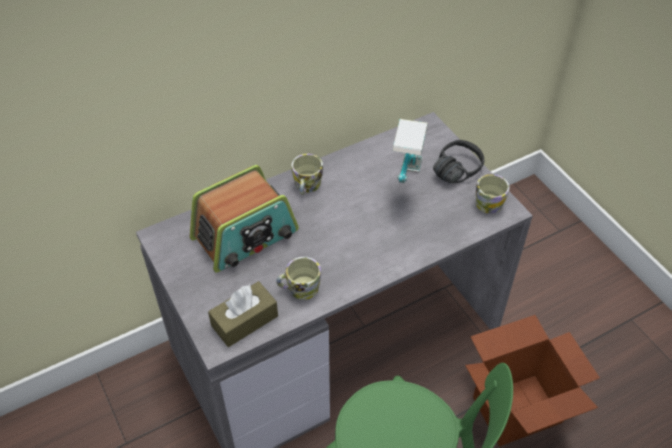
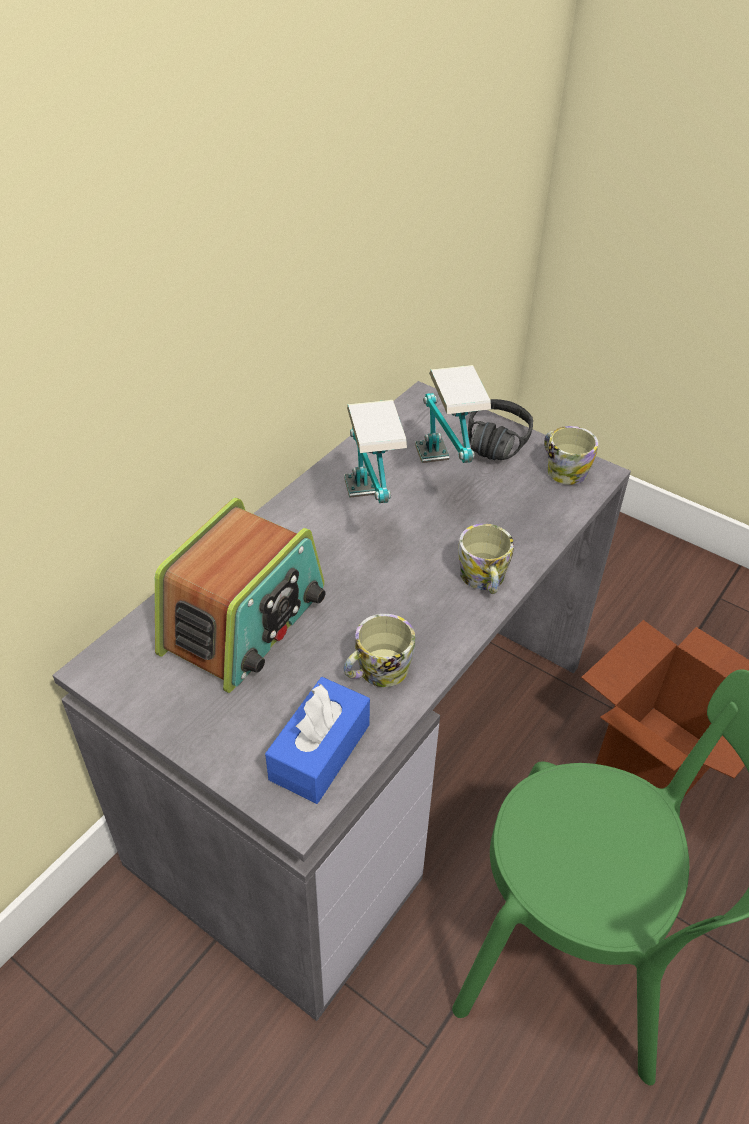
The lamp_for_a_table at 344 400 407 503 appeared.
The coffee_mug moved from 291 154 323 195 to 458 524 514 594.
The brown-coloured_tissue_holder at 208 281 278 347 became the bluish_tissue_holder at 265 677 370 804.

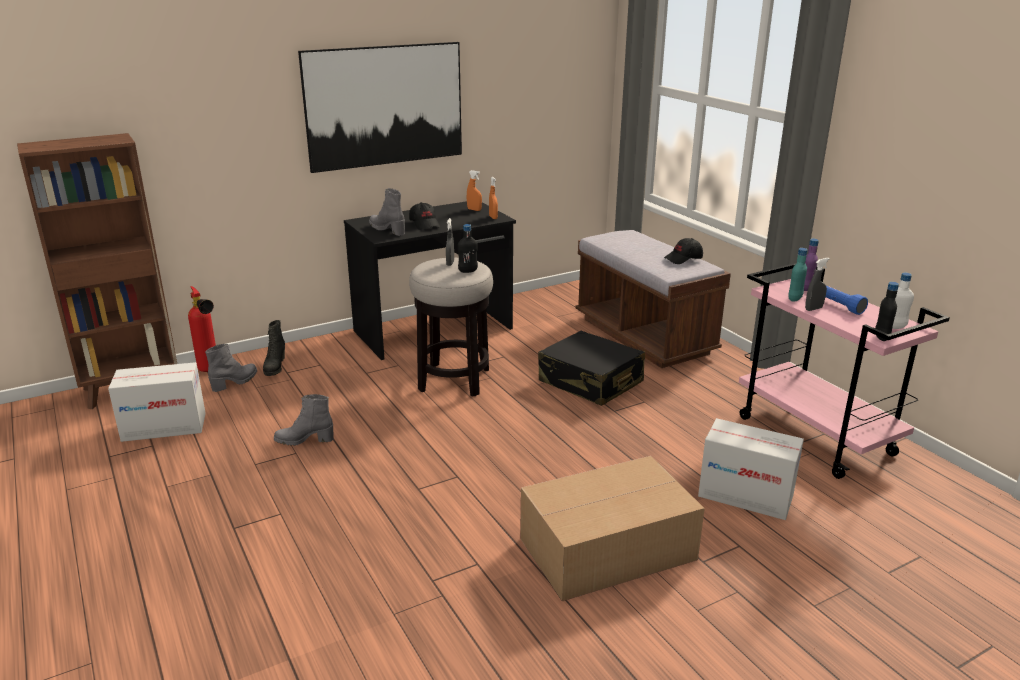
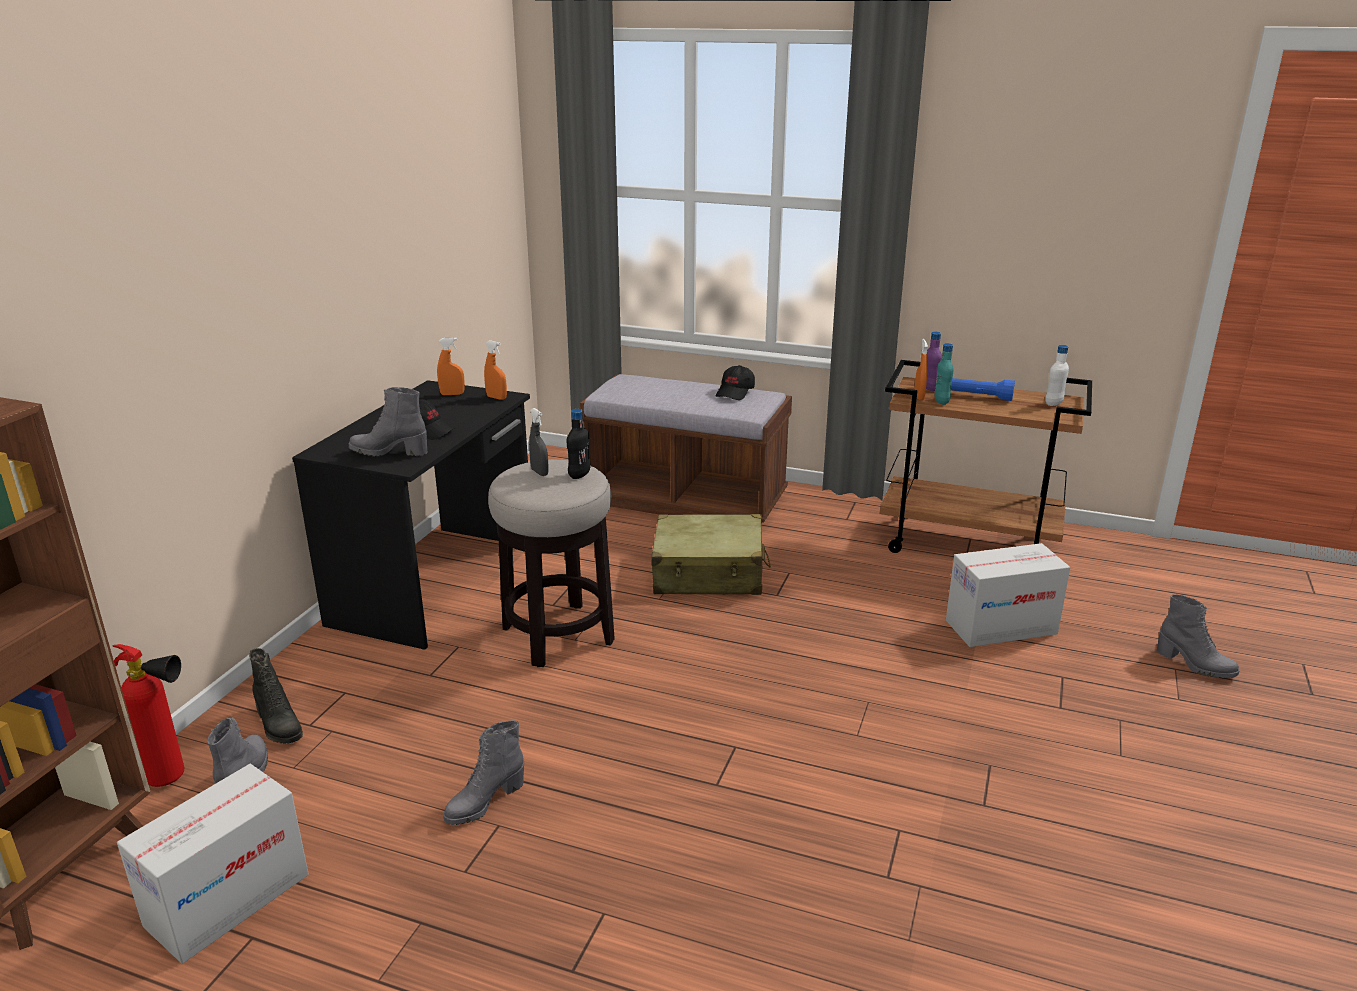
The wall_picture at 298 42 462 173 disappeared.
The cardboard_box at 520 456 705 601 disappeared.
The greyish_sprayer at 805 258 830 311 disappeared.
The blackish_beverage_bottle at 875 282 899 341 disappeared.
The orange_sprayer at 914 339 928 400 appeared.
The greyish_boot at 1157 594 1240 678 appeared.
The blackish_suitcase at 538 331 645 406 became the beige-coloured_suitcase at 651 514 771 595.
The pink_cart at 739 263 950 479 became the brown-coloured_cart at 880 360 1092 553.

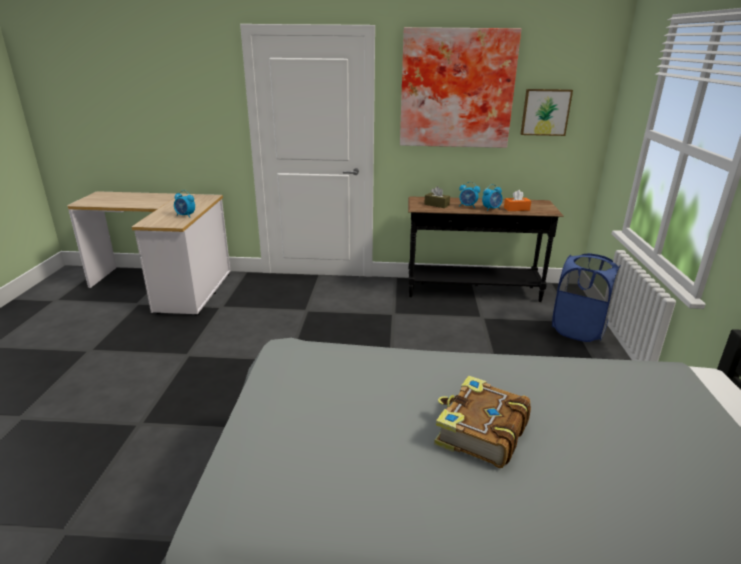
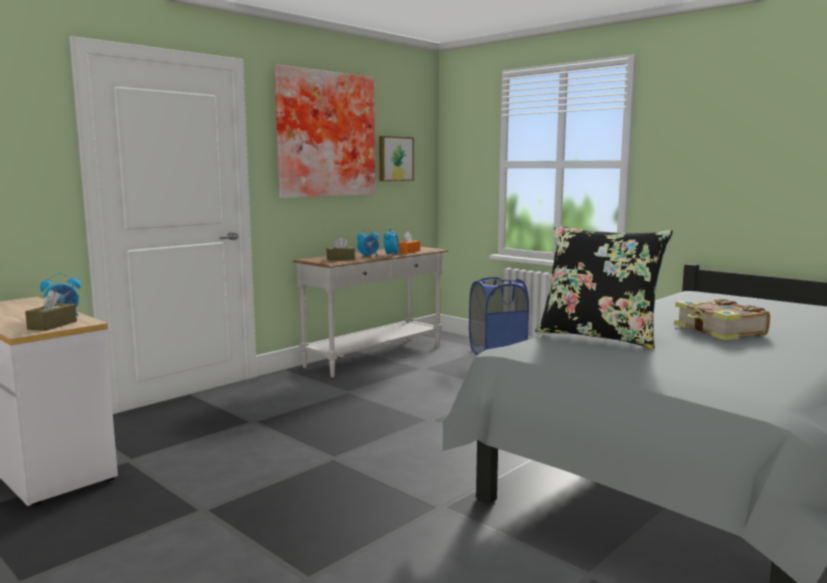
The brown-coloured_tissue_holder at 25 290 77 331 appeared.
The blackish_throw_pillow at 535 225 673 349 appeared.
The blackish_hall_table at 408 196 564 302 became the white-coloured_hall_table at 293 247 448 377.

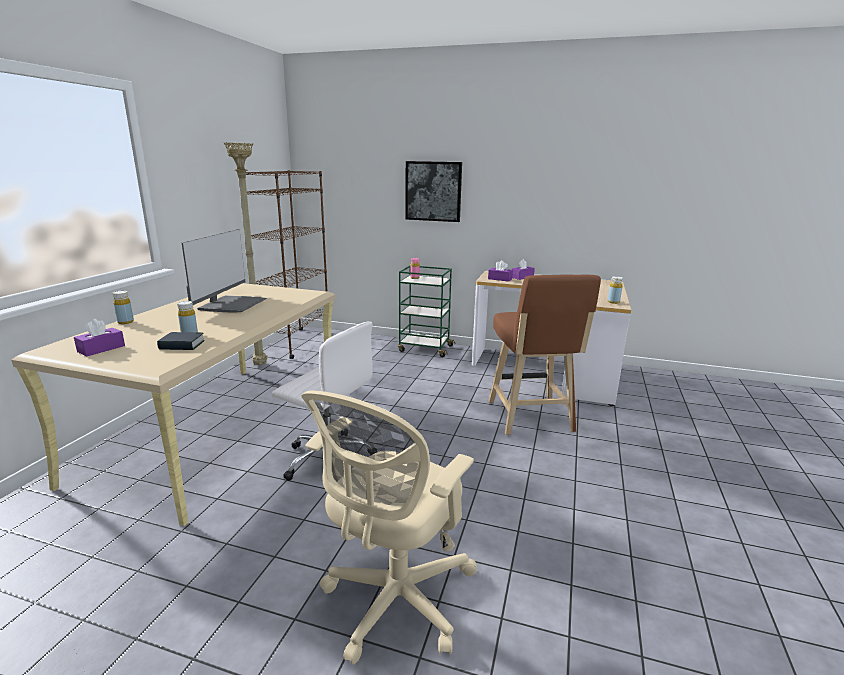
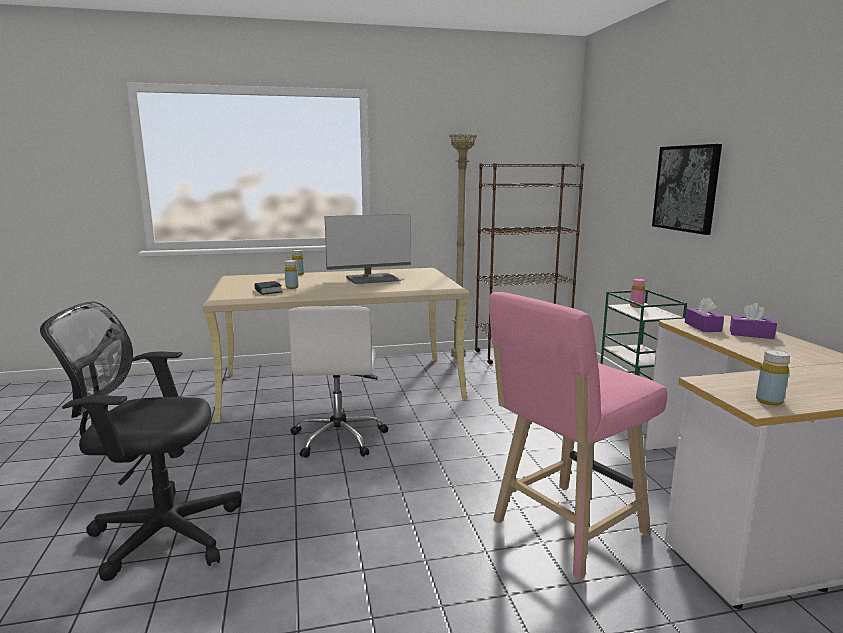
The purple_tissue_holder at 74 319 125 357 disappeared.
The beige-coloured_computer_chair at 301 391 477 665 became the blackish_computer_chair at 40 302 241 581.
The brown-coloured_sitting_stool at 488 275 601 435 became the pink_sitting_stool at 489 292 667 580.

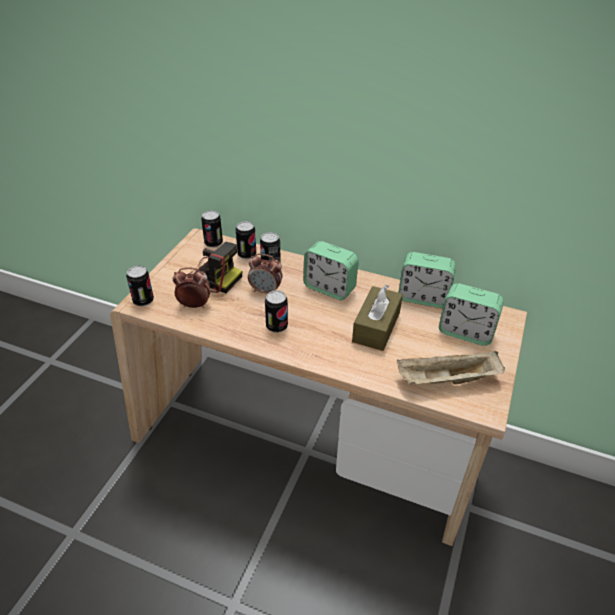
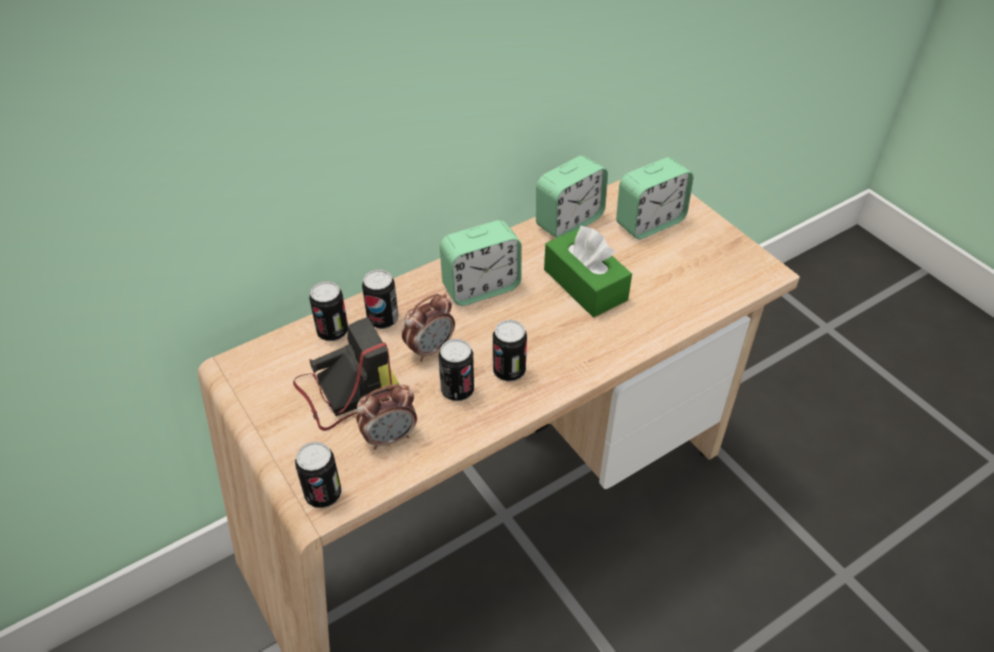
The beige-coloured_serving_tray at 397 351 505 385 disappeared.
The can moved from 201 210 223 248 to 439 339 474 401.
The brown-coloured_tissue_holder at 352 284 403 351 became the green_tissue_holder at 544 225 632 317.
The alarm_clock at 172 267 210 308 turned 150 degrees counterclockwise.

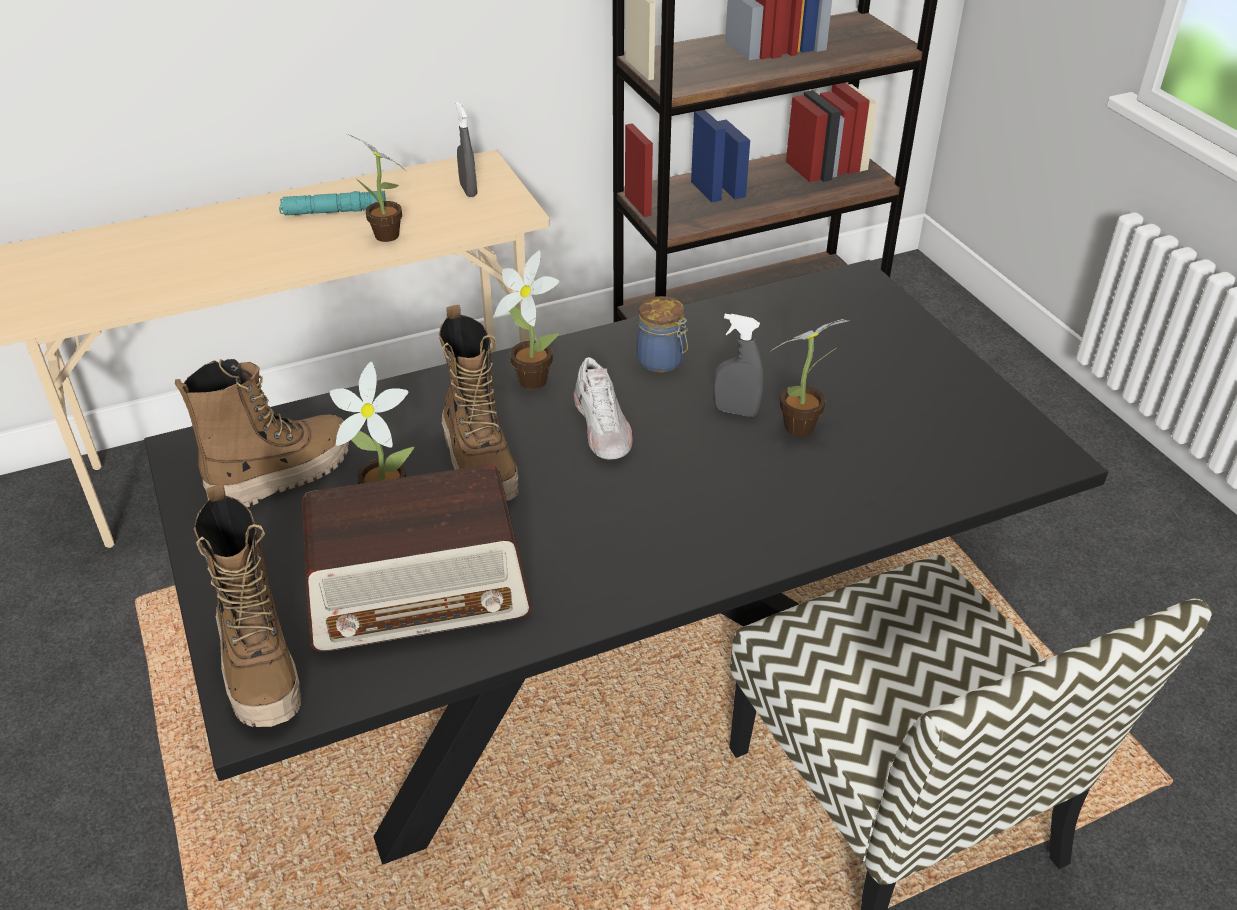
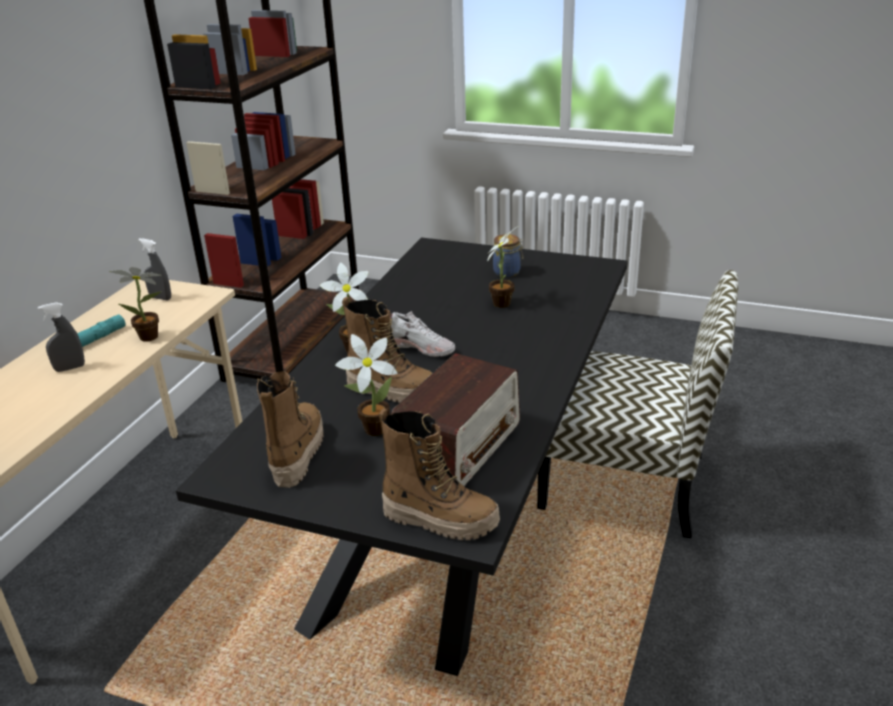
The preserve_jar moved from 636 296 688 373 to 493 234 524 277.
The greyish_sprayer moved from 713 314 764 417 to 38 302 85 372.

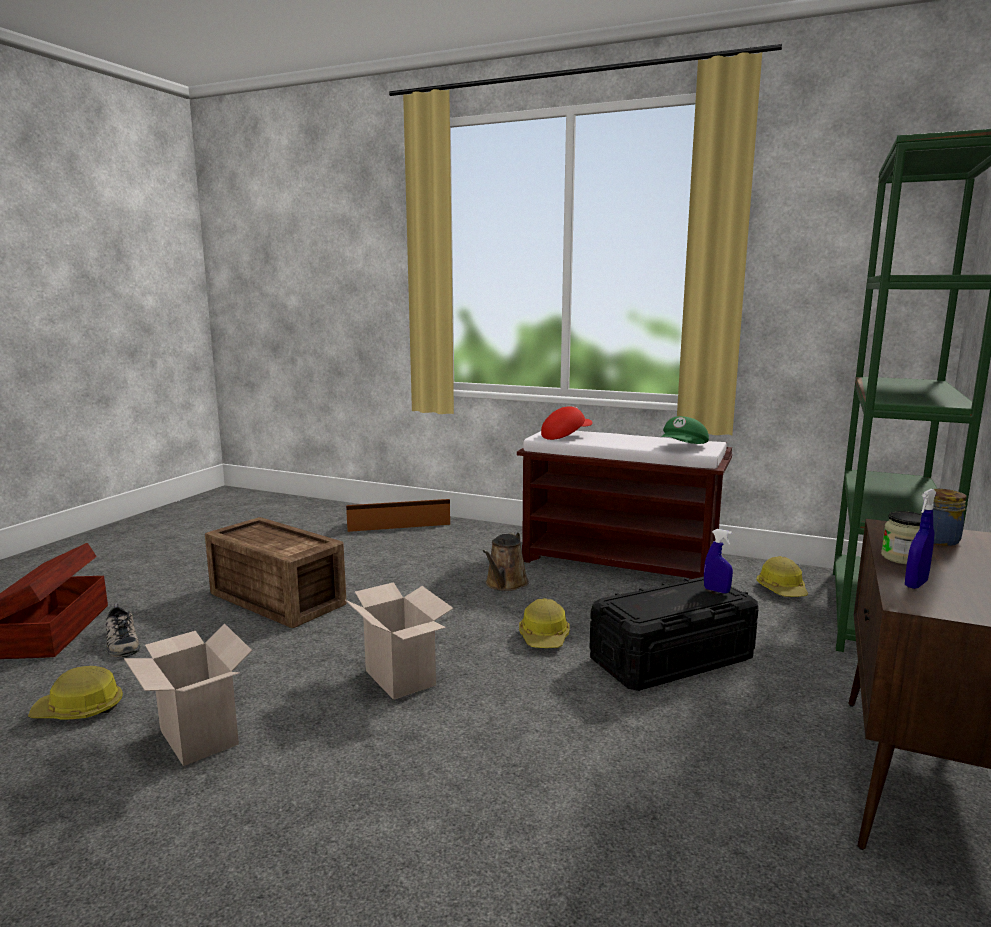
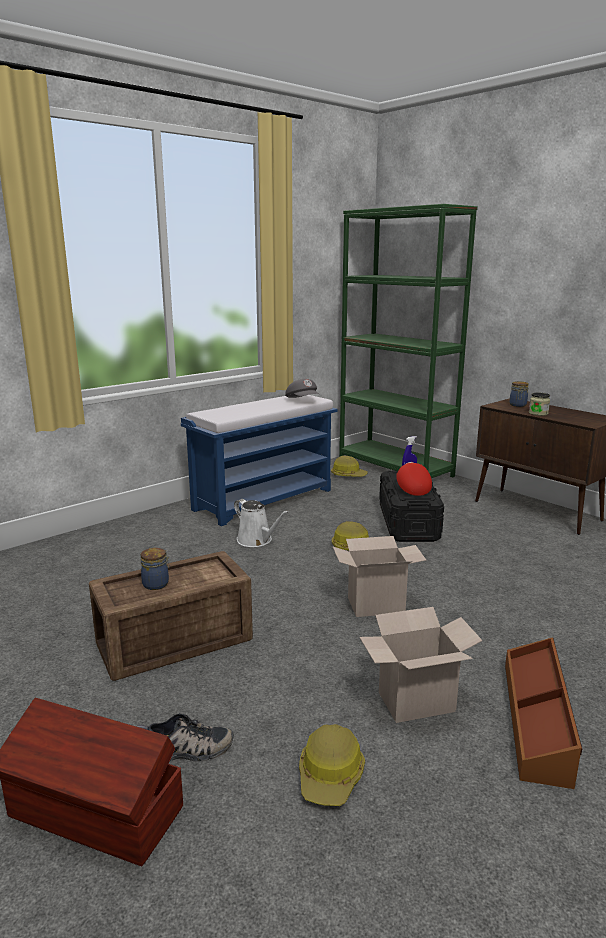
The bluish_sprayer at 905 489 936 589 disappeared.
The preserve_jar at 140 548 170 590 appeared.
The brown-coloured_storage_bin moved from 346 499 450 532 to 505 637 582 789.
The red_baseball_cap moved from 541 406 593 440 to 396 462 432 496.
The brown-coloured_watering_pot at 483 532 529 591 became the white-coloured_watering_pot at 234 499 289 547.
The brown-coloured_bench at 517 431 732 580 became the bluish_bench at 181 395 338 526.
The green_baseball_cap at 661 416 709 444 became the greyish_baseball_cap at 285 379 319 398.

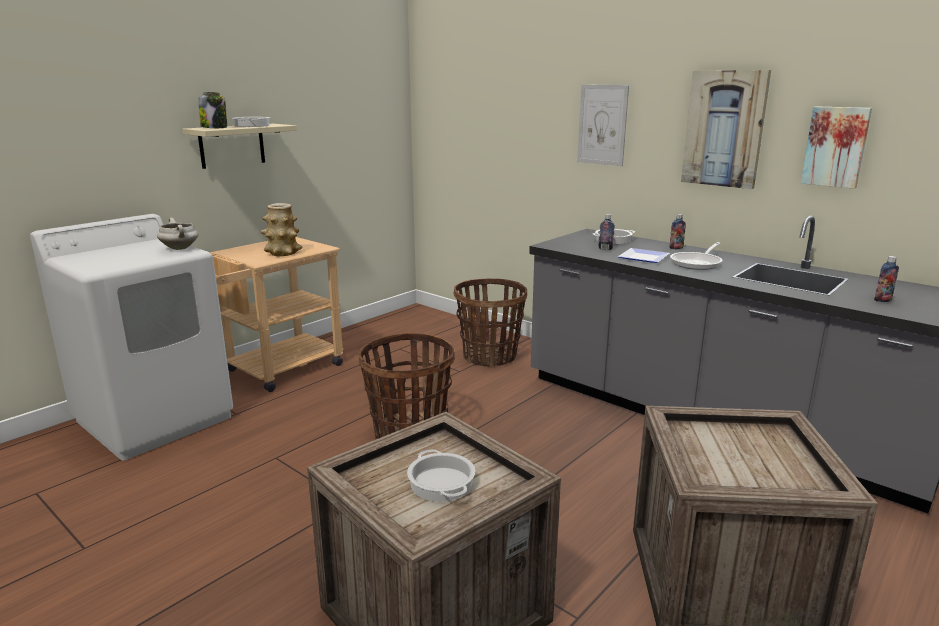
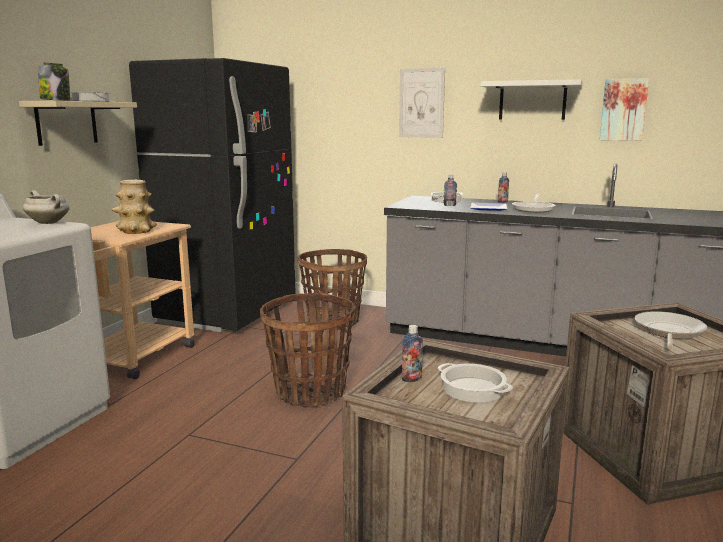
The blackish_kitchen_fridge at 129 58 296 332 appeared.
The pan at 635 311 707 349 appeared.
The beverage_bottle moved from 874 256 899 302 to 402 325 423 382.
The wall_picture at 681 70 771 189 was replaced by the white-coloured_bracket_shelf at 480 79 582 120.

